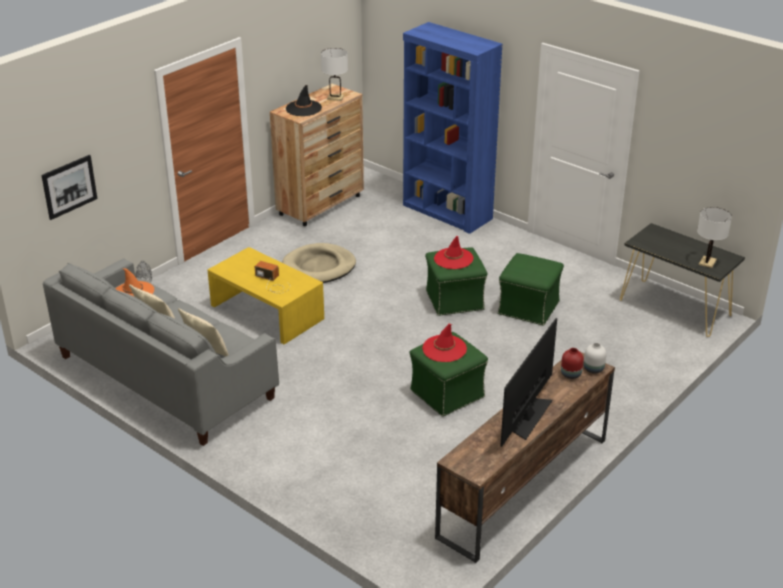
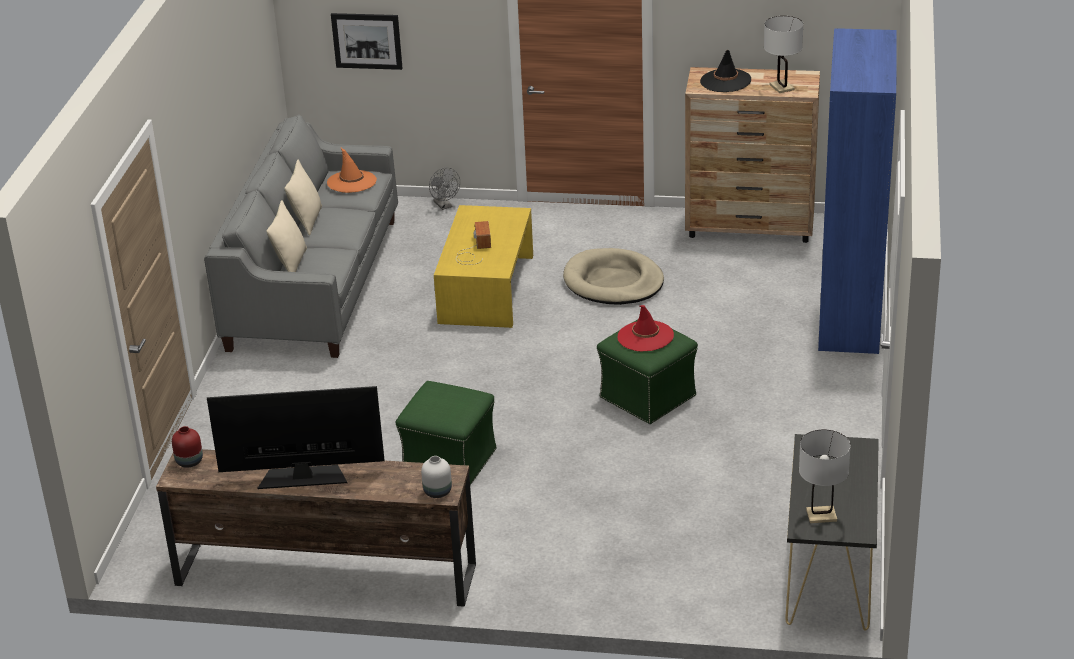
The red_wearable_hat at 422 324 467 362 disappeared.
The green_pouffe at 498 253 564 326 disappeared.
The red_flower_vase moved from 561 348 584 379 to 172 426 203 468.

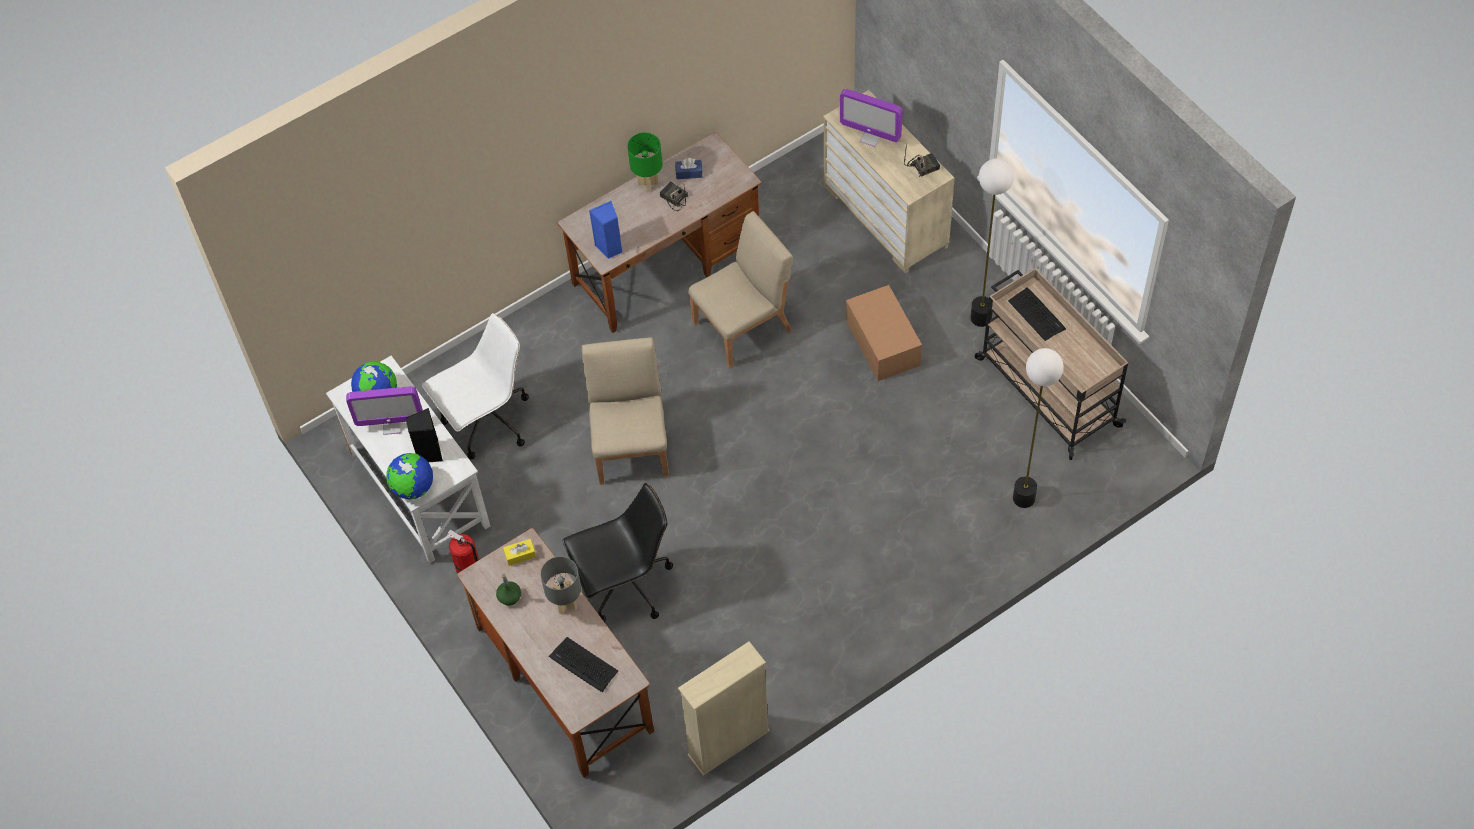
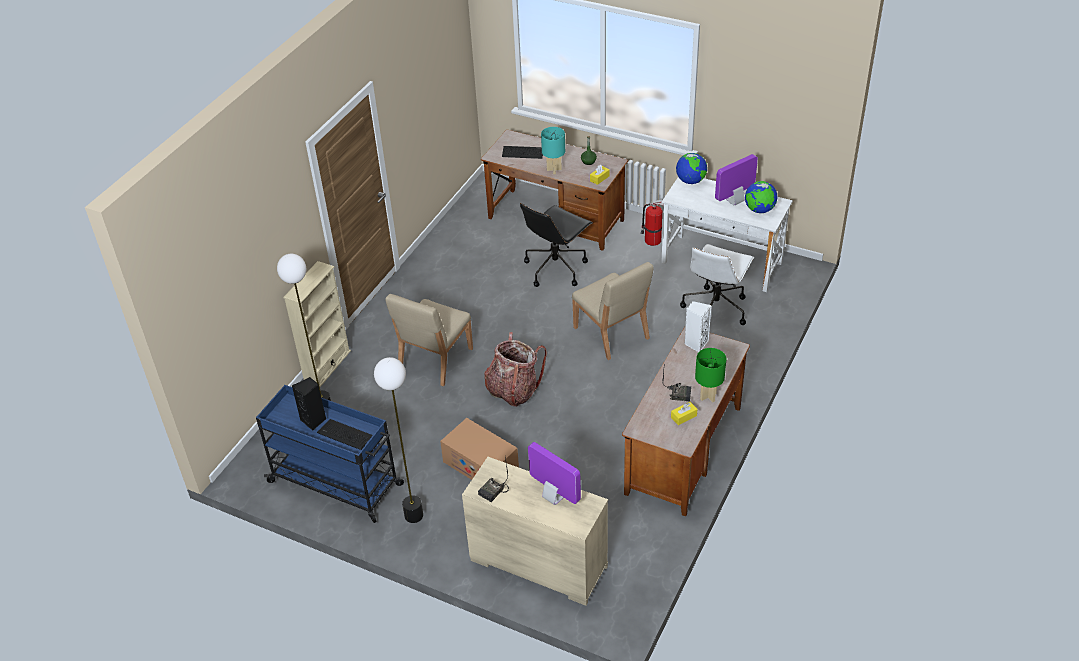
The rucksack at 484 332 547 407 appeared.
The blackish_speaker moved from 406 408 443 462 to 292 377 326 431.
The beige-coloured_shelving_unit moved from 678 641 770 776 to 283 261 351 387.
The beige-coloured_chair moved from 688 211 793 368 to 385 294 473 386.
The greyish_lamp_for_a_table at 540 556 581 615 became the blue-green_lamp_for_a_table at 541 127 565 174.
The bluish_speaker at 589 201 622 259 became the white-coloured_speaker at 685 301 711 352.
The bluish_tissue_holder at 675 158 703 179 became the yellowish_tissue_holder at 671 402 697 425.
The beige-coloured_cart at 975 268 1128 460 became the bluish_cart at 256 385 404 523.
The monitor at 840 89 902 147 turned 45 degrees clockwise.

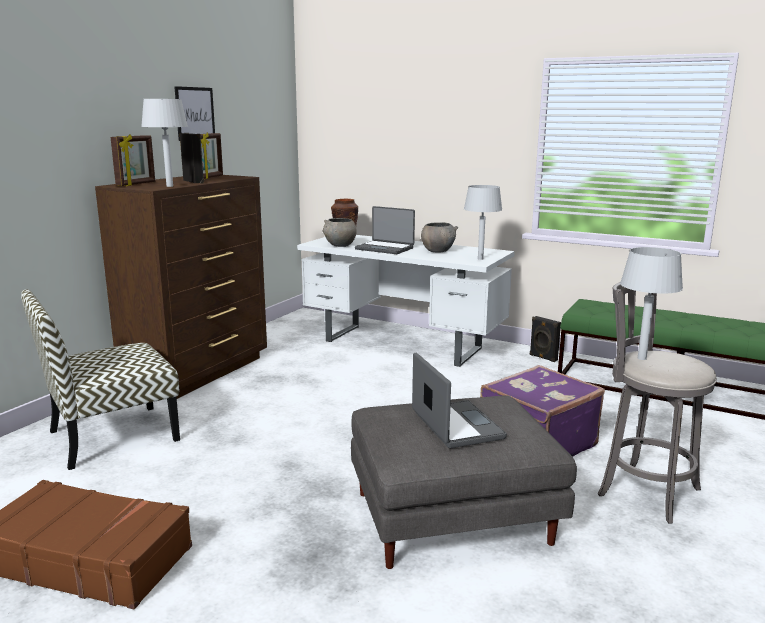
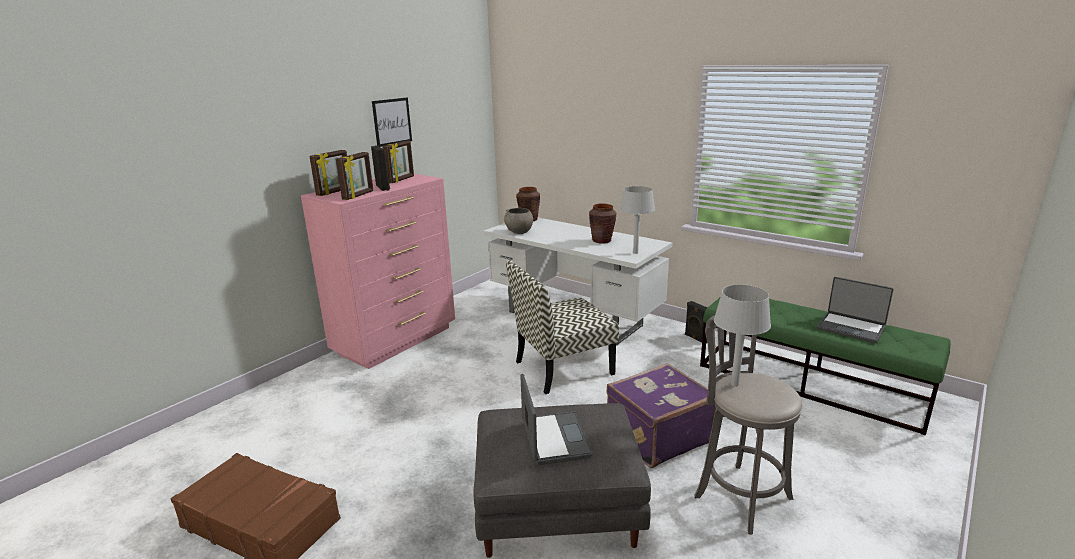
The chair moved from 21 289 180 470 to 506 260 619 394.
The portable_computer moved from 355 206 415 254 to 817 277 894 343.
The greyish_lamp_for_a_table at 141 99 188 187 was replaced by the standing_frame at 336 152 373 200.
The greyish_serving_bowl at 421 222 458 252 was replaced by the brown-coloured_flower_vase at 589 203 617 244.
The brown-coloured_drawer_chest at 95 175 267 399 became the pink_drawer_chest at 301 174 455 369.

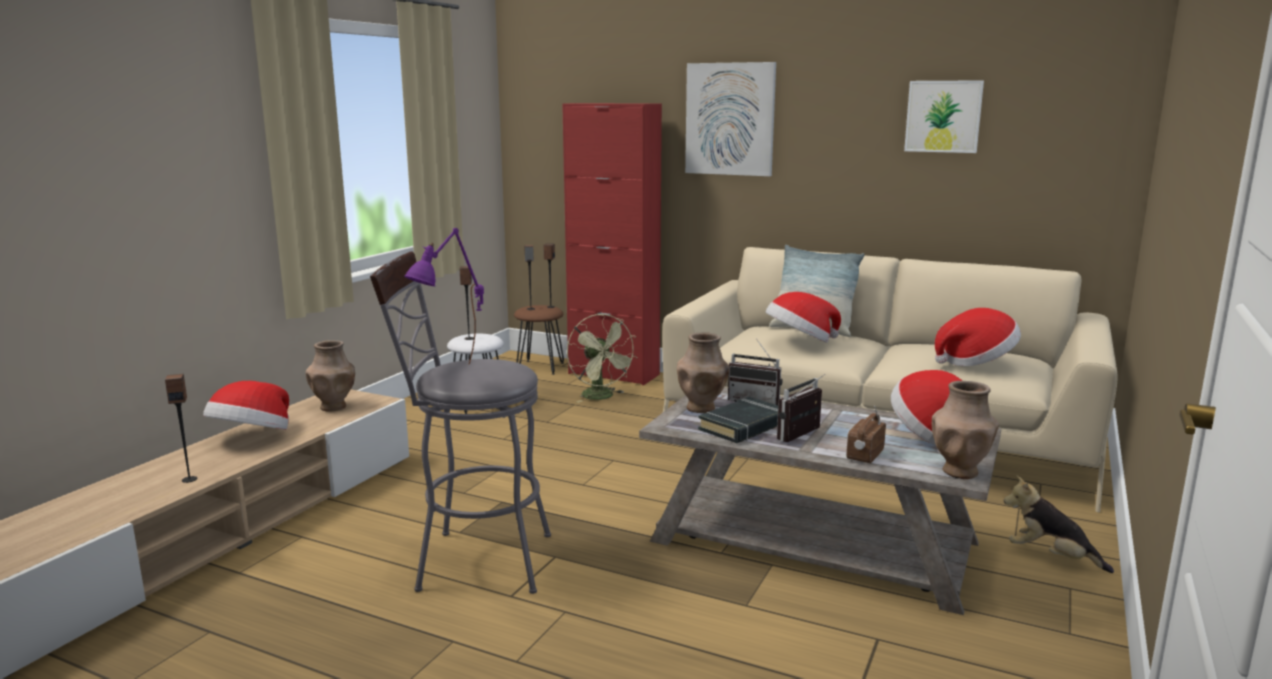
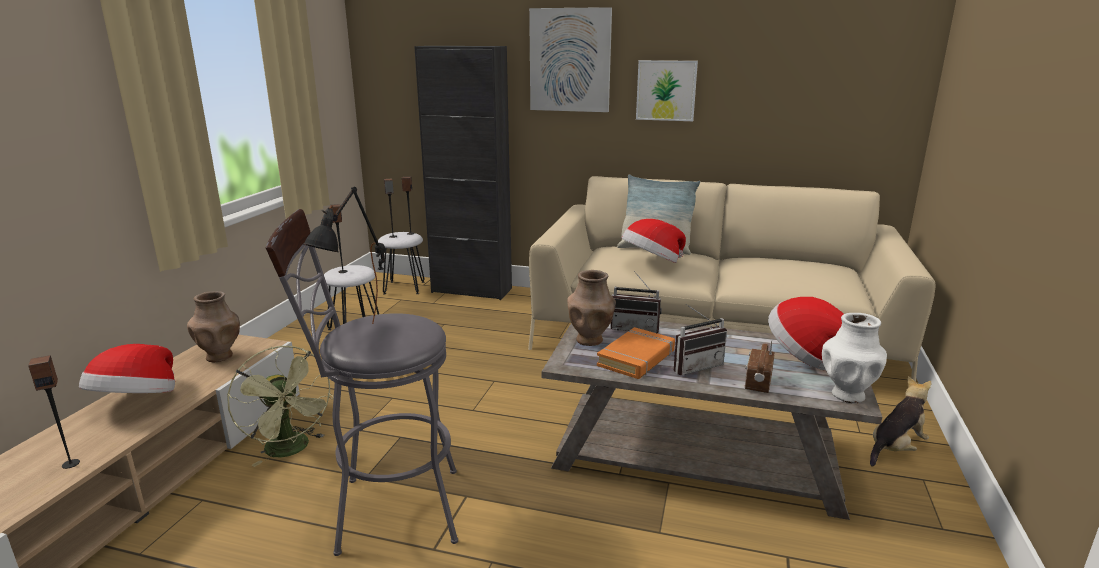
The wearable_hat at 935 308 1021 366 disappeared.
The green_fan moved from 567 314 637 403 to 227 346 334 467.
The wall_picture moved from 904 80 984 153 to 636 60 698 121.
The purple_lamp_for_a_table at 404 228 484 364 became the blackish_lamp_for_a_table at 304 187 385 324.
The brown-coloured_sitting_stool at 514 305 564 375 became the white-coloured_sitting_stool at 378 232 425 294.
The red_storage_cabinet at 562 103 662 385 became the blackish_storage_cabinet at 414 46 512 300.
The blackish_book at 698 397 778 443 became the orange_book at 597 327 675 379.
The brown-coloured_flower_vase at 932 381 999 479 became the white-coloured_flower_vase at 822 313 887 403.
The radio at 777 374 825 442 turned 150 degrees counterclockwise.
The soft_toy at 1004 475 1114 573 turned 120 degrees clockwise.

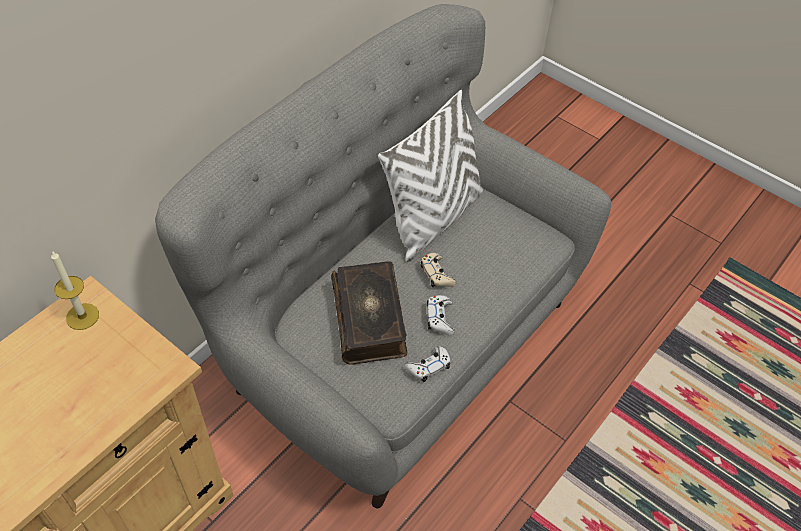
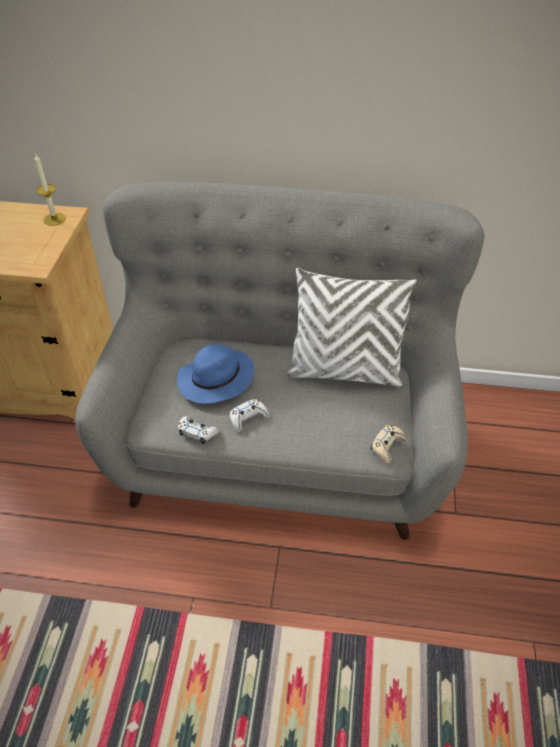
The beige-coloured_joypad moved from 421 253 456 287 to 371 425 406 463.
The book at 331 261 408 365 was replaced by the bluish_wearable_hat at 177 344 254 404.

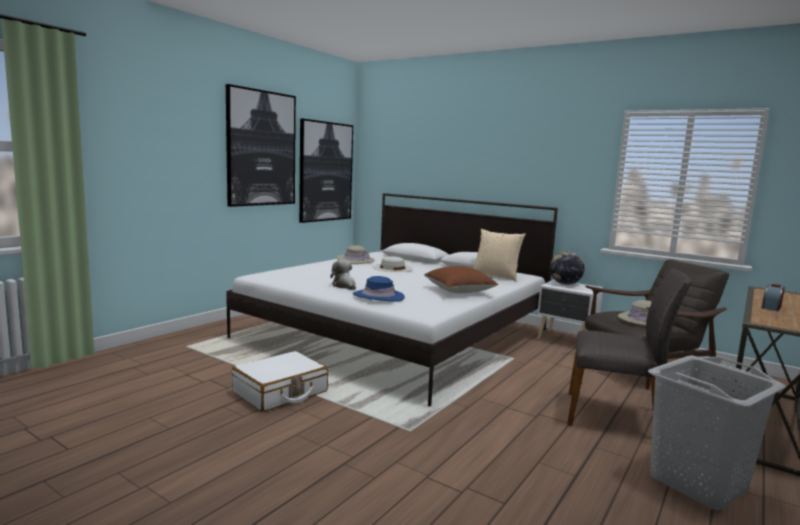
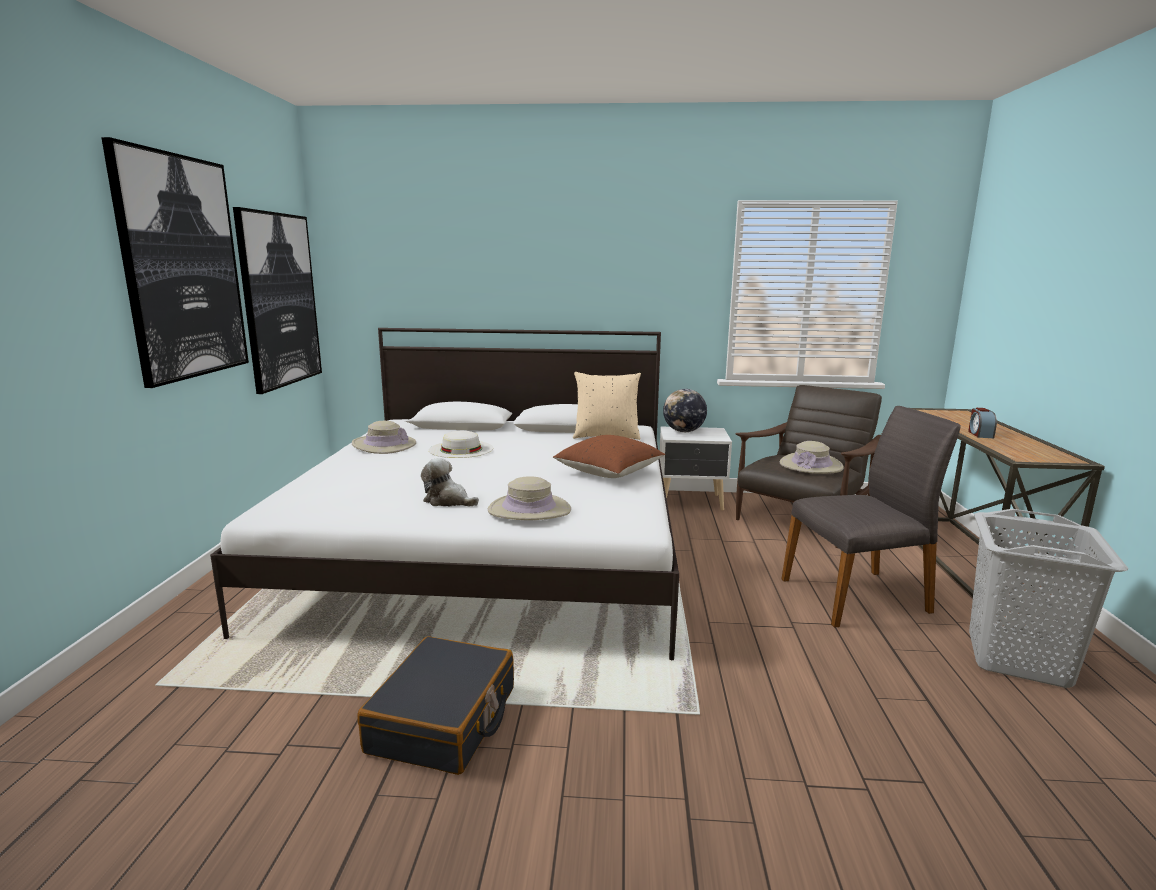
The white-coloured_suitcase at 232 351 328 412 became the blackish_suitcase at 357 636 514 775.
The bluish_wearable_hat at 353 276 405 302 became the beige-coloured_wearable_hat at 488 476 571 520.

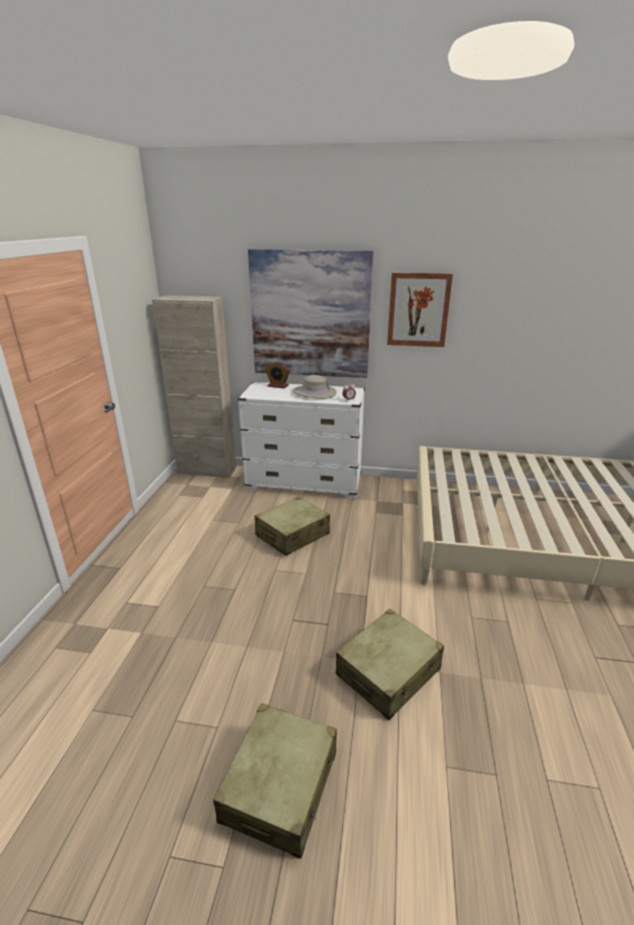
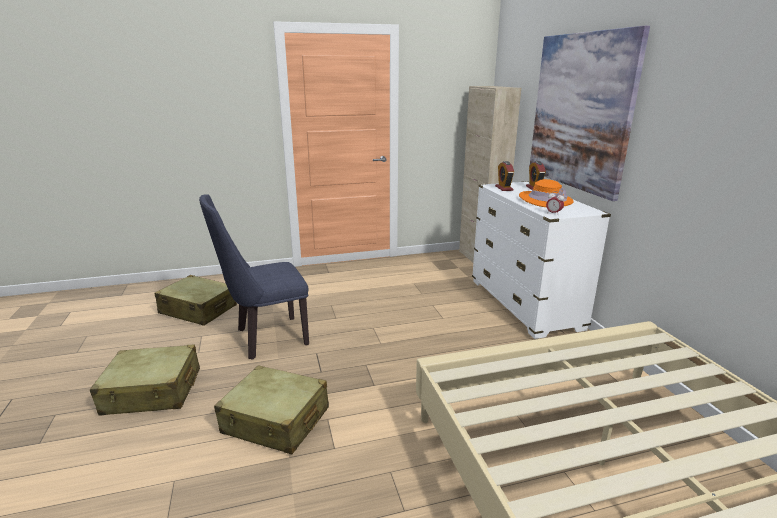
The wall_picture at 387 273 453 347 disappeared.
The bluish_chair at 199 194 309 360 appeared.
The alarm_clock at 495 161 514 191 appeared.
The beige-coloured_suitcase moved from 255 497 330 556 to 155 275 237 326.
The beige-coloured_wearable_hat at 292 375 337 399 became the orange_wearable_hat at 519 179 573 207.

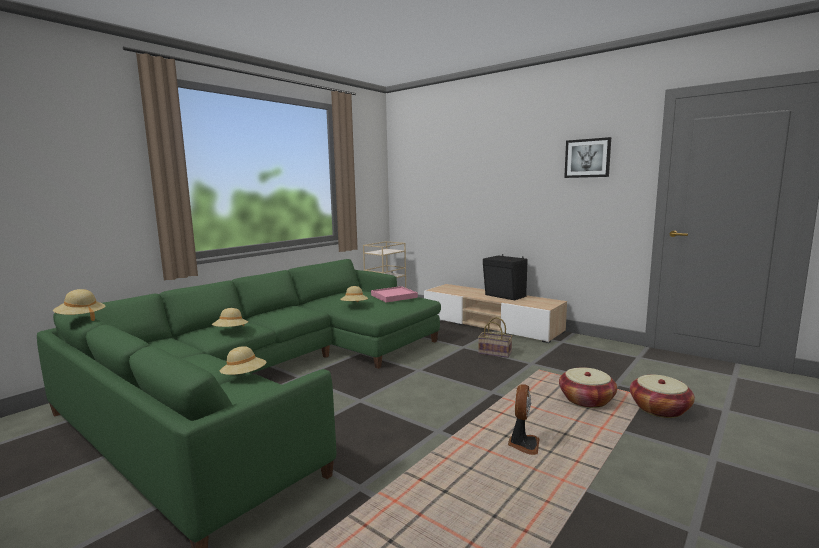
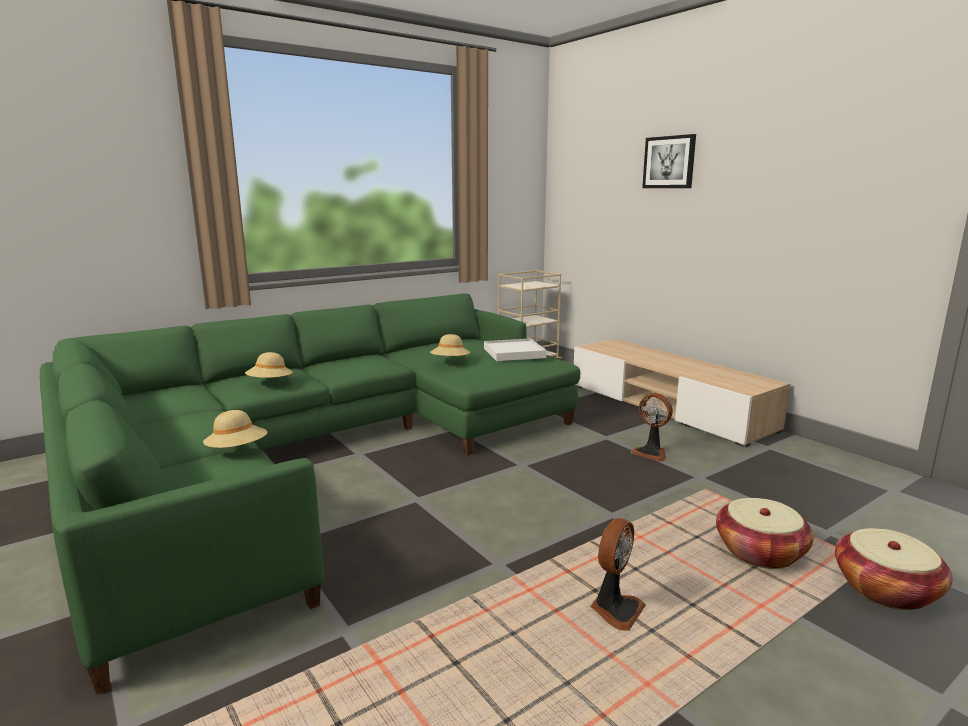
The beige-coloured_wearable_hat at 53 289 106 321 disappeared.
The blackish_speaker at 483 254 528 300 disappeared.
The wall_picture moved from 564 137 611 178 to 642 134 696 188.
The storage_basket at 478 317 513 358 was replaced by the fan at 631 393 673 461.
The pink_serving_tray at 371 286 418 302 became the white-coloured_serving_tray at 484 338 547 361.

